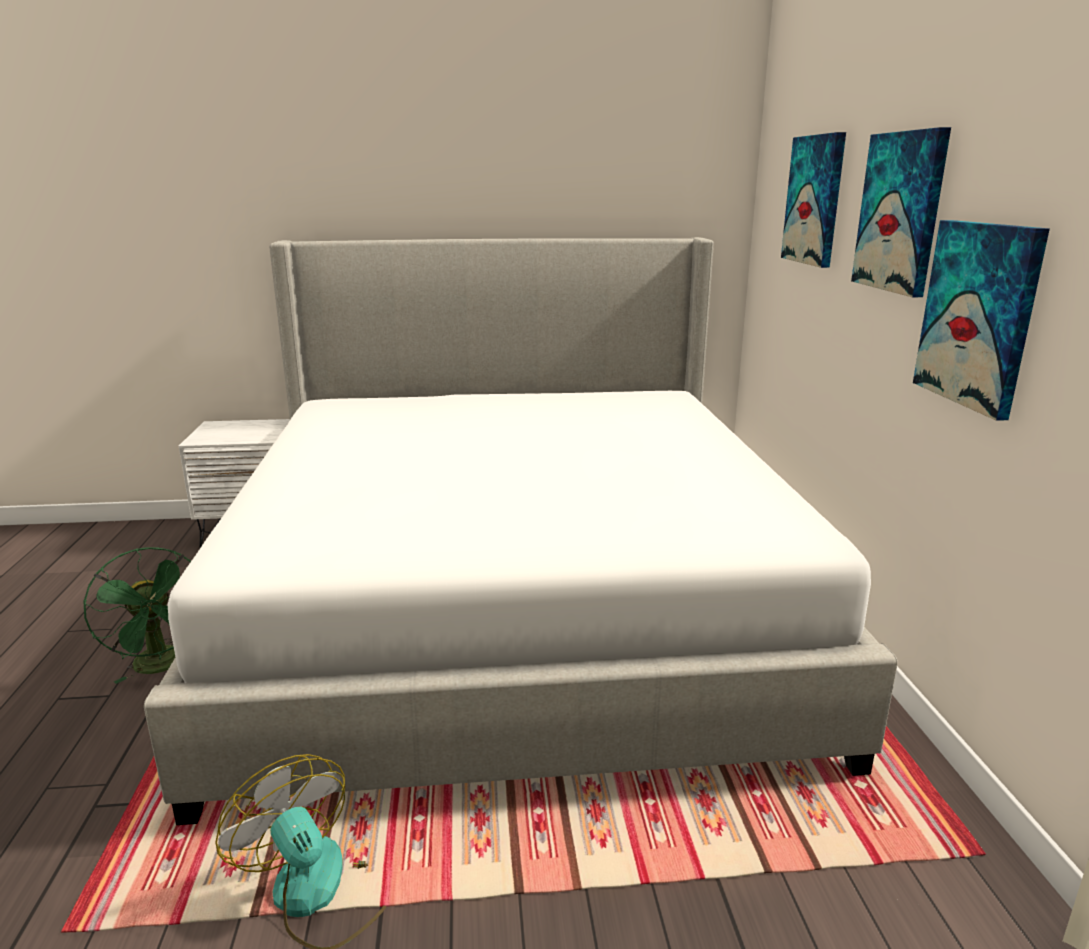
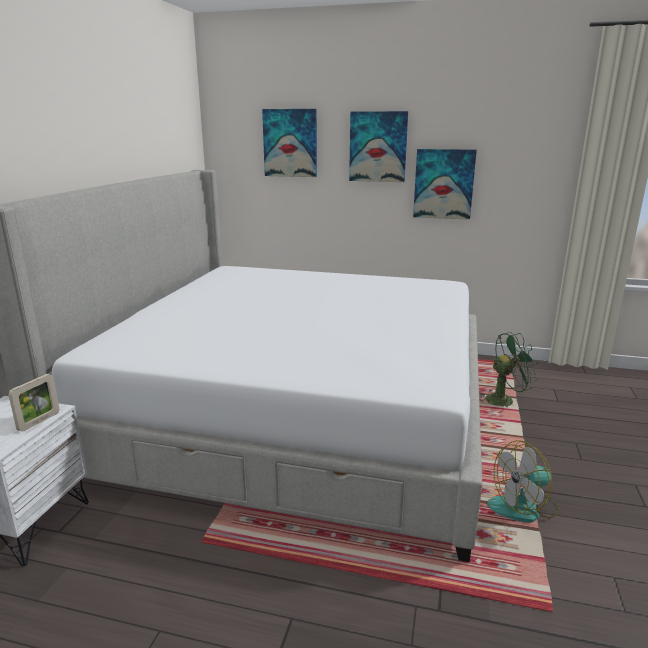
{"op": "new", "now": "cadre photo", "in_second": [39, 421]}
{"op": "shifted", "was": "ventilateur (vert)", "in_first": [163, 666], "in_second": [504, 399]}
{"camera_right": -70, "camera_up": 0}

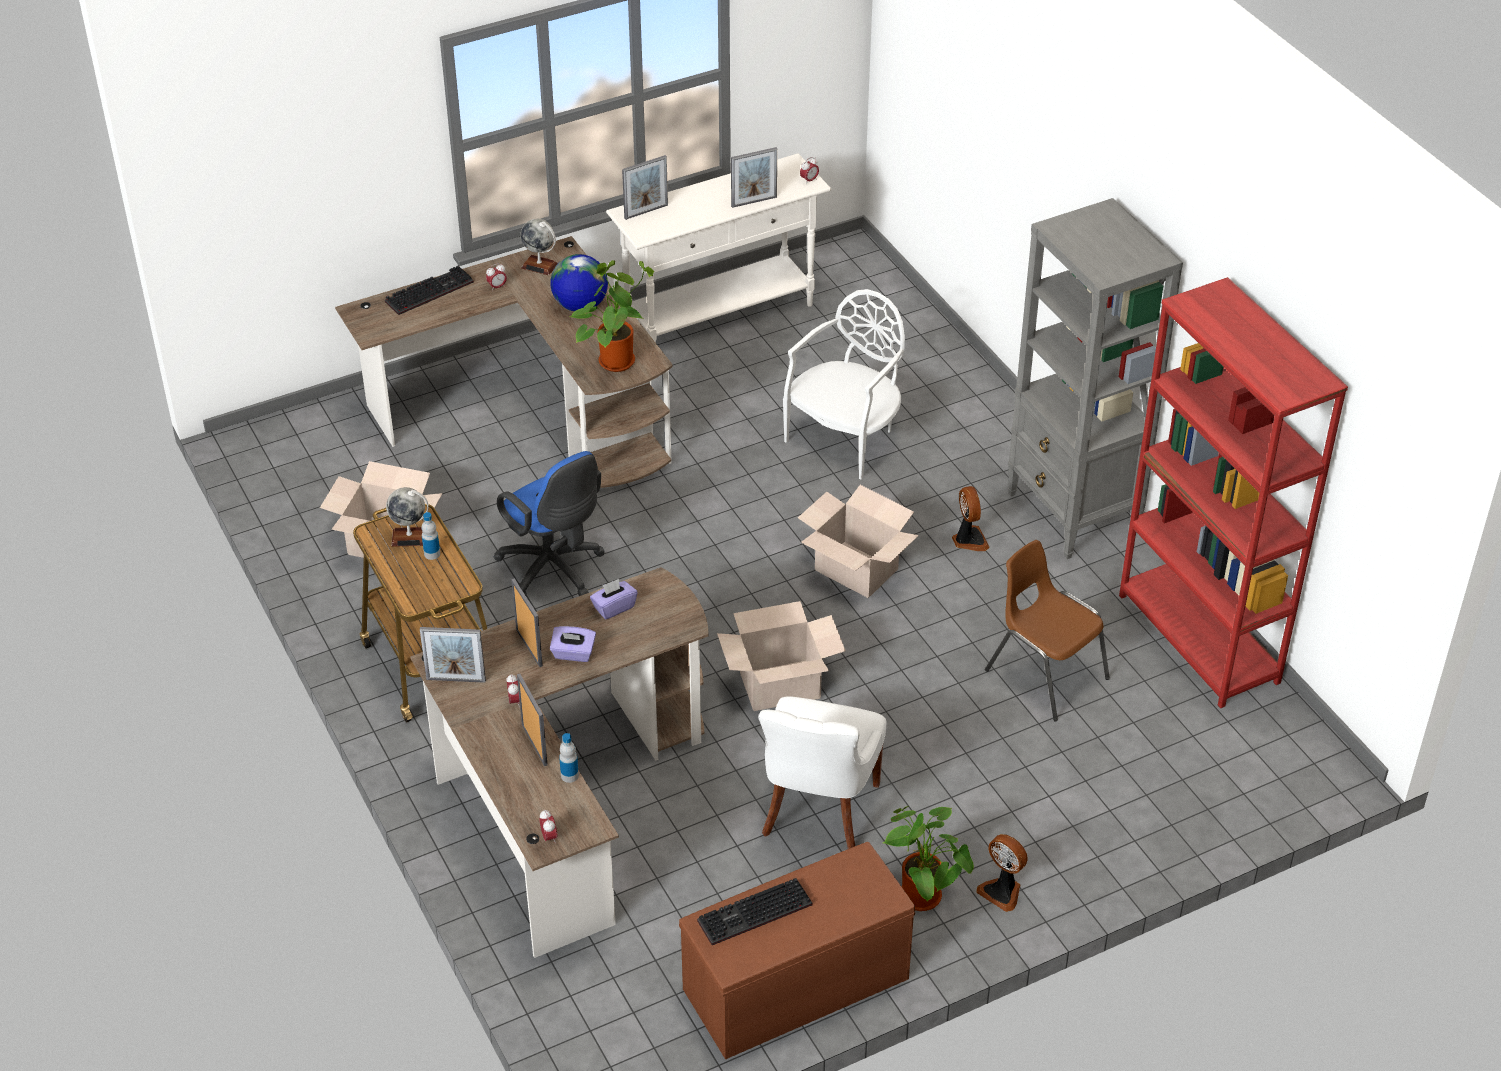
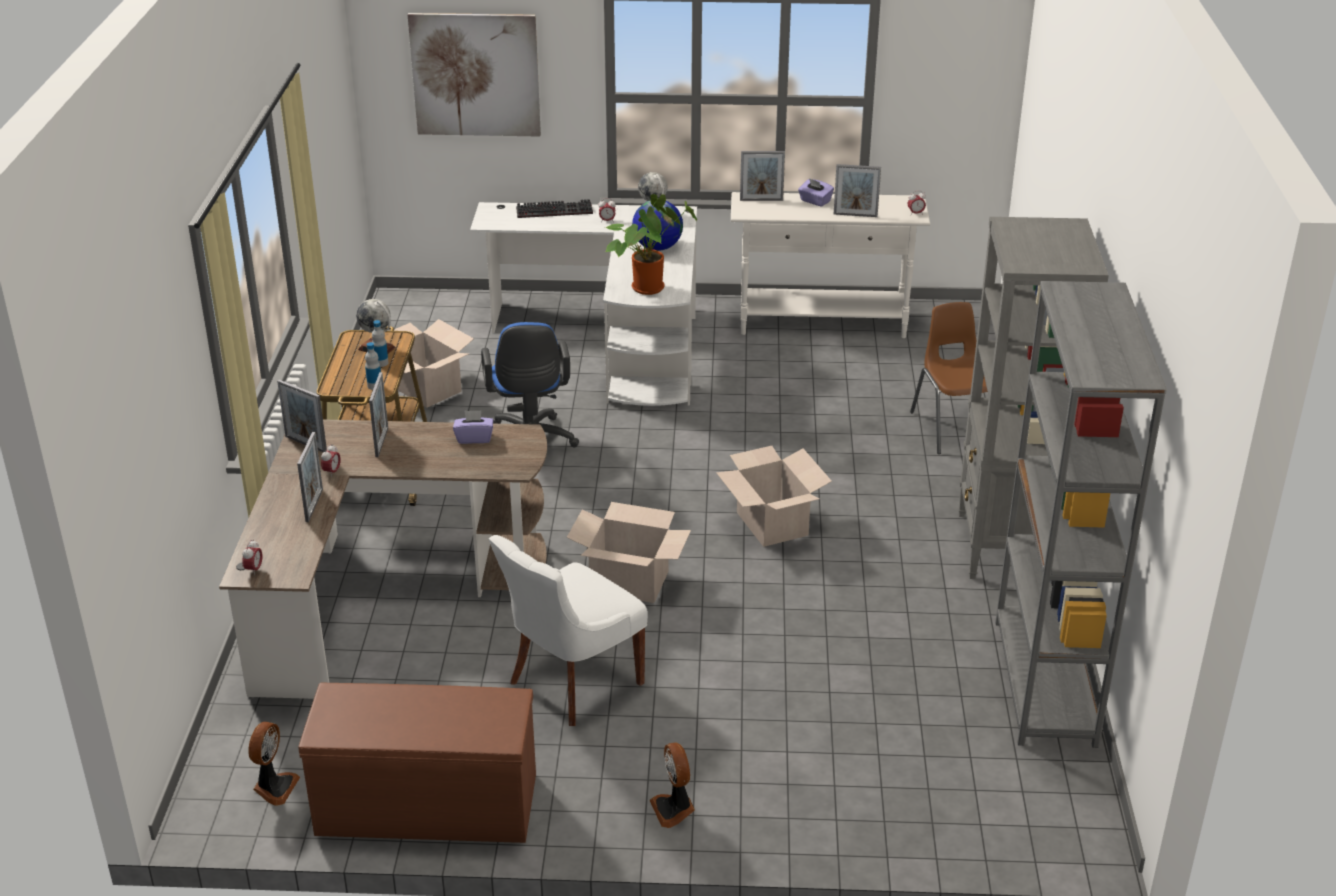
{"op": "shifted", "was": "ventilateur", "in_first": [968, 540], "in_second": [274, 787]}
{"op": "shifted", "was": "bouteille", "in_first": [569, 775], "in_second": [374, 386]}
{"op": "new", "now": "tableau", "in_second": [475, 75]}
{"op": "repainted", "was": "bureau (marron)", "now": "bureau (blanc)", "in_first": [534, 413], "in_second": [616, 343]}
{"op": "shifted", "was": "boîte à mouchoirs (violet)", "in_first": [573, 654], "in_second": [815, 201]}
{"op": "shifted", "was": "chaise (marron)", "in_first": [1045, 674], "in_second": [955, 427]}
{"op": "repainted", "was": "bibliothèque (rouge)", "now": "bibliothèque (gris)", "in_first": [1198, 639], "in_second": [1044, 682]}
{"op": "gone", "was": "clavier", "in_first": [754, 915]}
{"op": "gone", "was": "chaise (blanc)", "in_first": [846, 439]}
{"op": "gone", "was": "plante en pot", "in_first": [924, 899]}
{"camera_right": 30, "camera_up": -10}

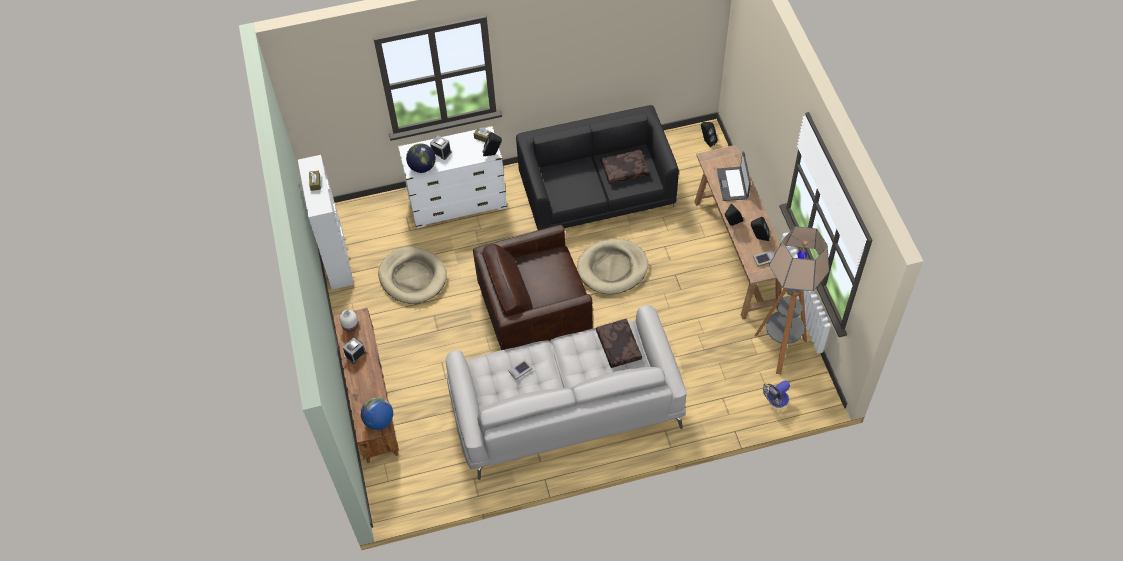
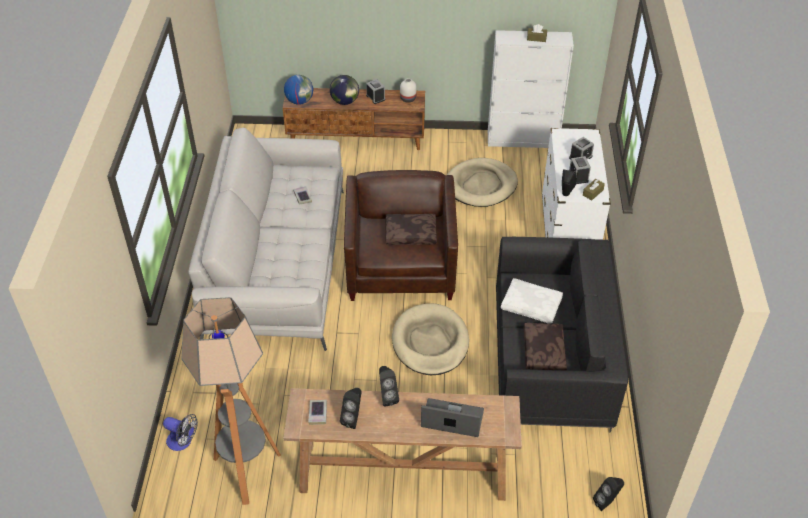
{"op": "rotated", "was": "ventilateur", "in_first": [775, 401], "in_second": [183, 442], "clockwise": 135}
{"op": "shifted", "was": "globe", "in_first": [422, 167], "in_second": [345, 101]}
{"op": "shifted", "was": "coussin (marron)", "in_first": [617, 346], "in_second": [411, 233]}
{"op": "new", "now": "coussin (blanc)", "in_second": [532, 305]}
{"op": "new", "now": "réveil", "in_second": [578, 176]}
{"camera_right": 105, "camera_up": -10}

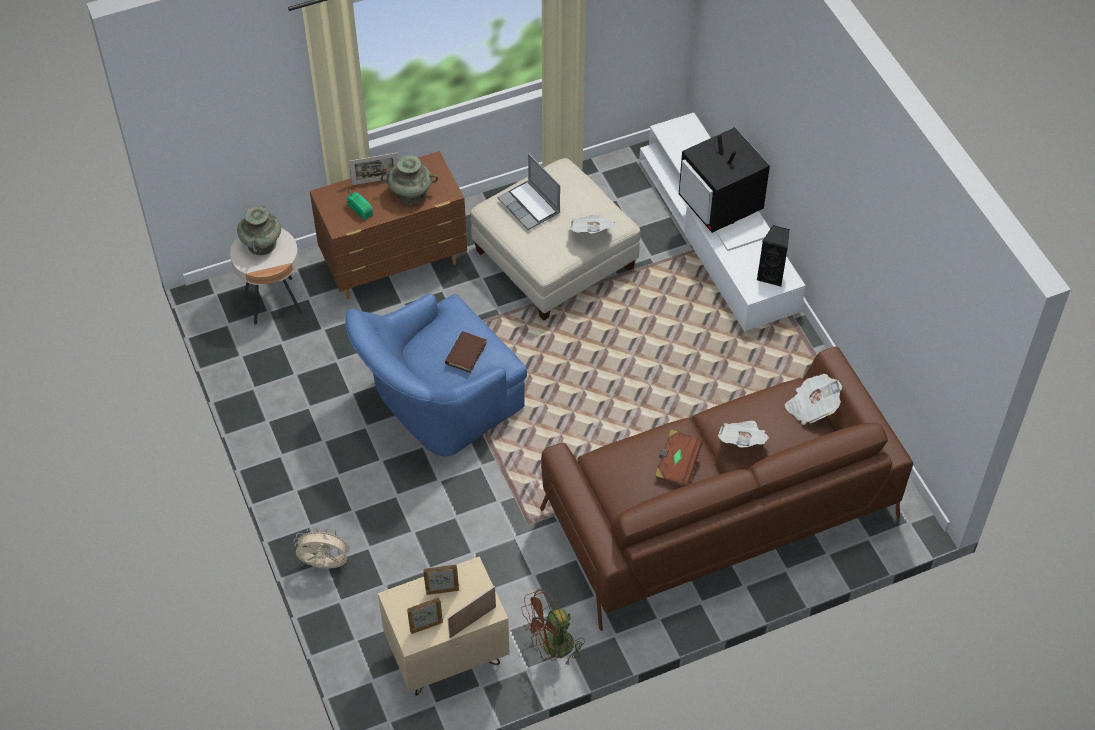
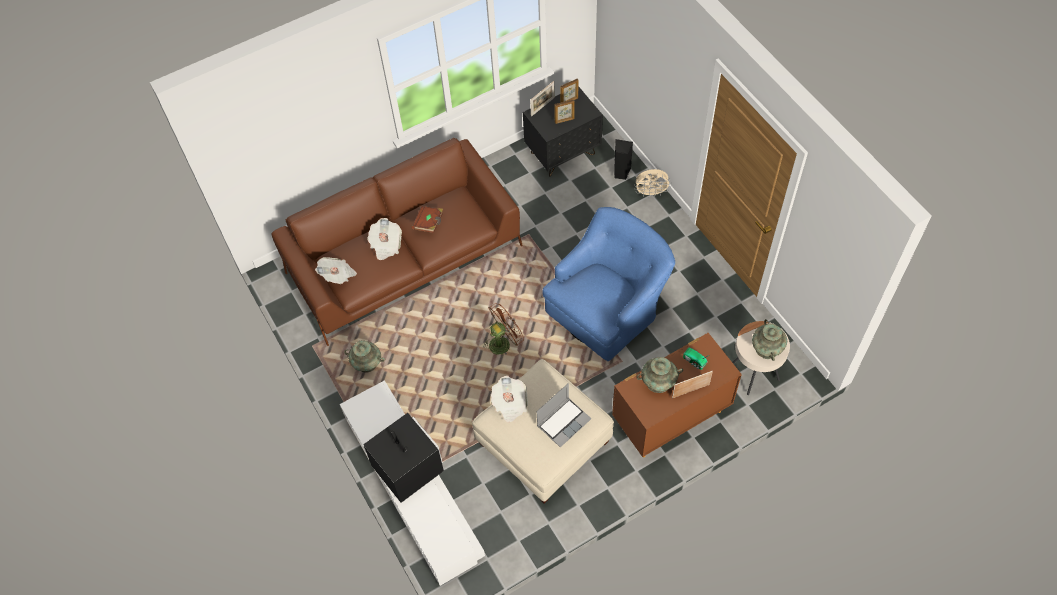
{"op": "new", "now": "vase (turquoise)", "in_second": [367, 364]}
{"op": "shifted", "was": "ventilateur (marron)", "in_first": [552, 648], "in_second": [503, 342]}
{"op": "repainted", "was": "table de chevet (beige)", "now": "table de chevet (noir)", "in_first": [447, 656], "in_second": [563, 154]}
{"op": "rotated", "was": "ordinateur portable", "in_first": [530, 206], "in_second": [563, 422], "clockwise": 90}
{"op": "shifted", "was": "enceinte (noir)", "in_first": [772, 275], "in_second": [621, 172]}
{"op": "gone", "was": "livre (marron)", "in_first": [466, 353]}
{"camera_right": 175, "camera_up": 5}

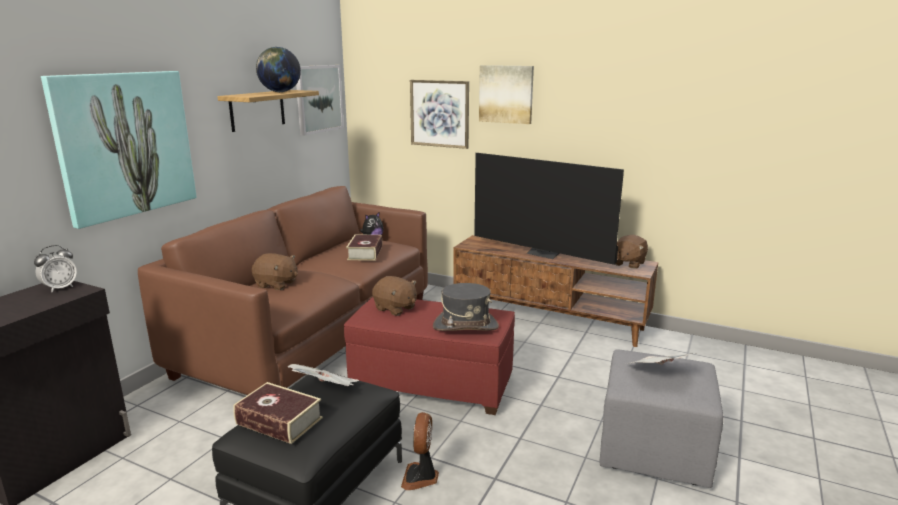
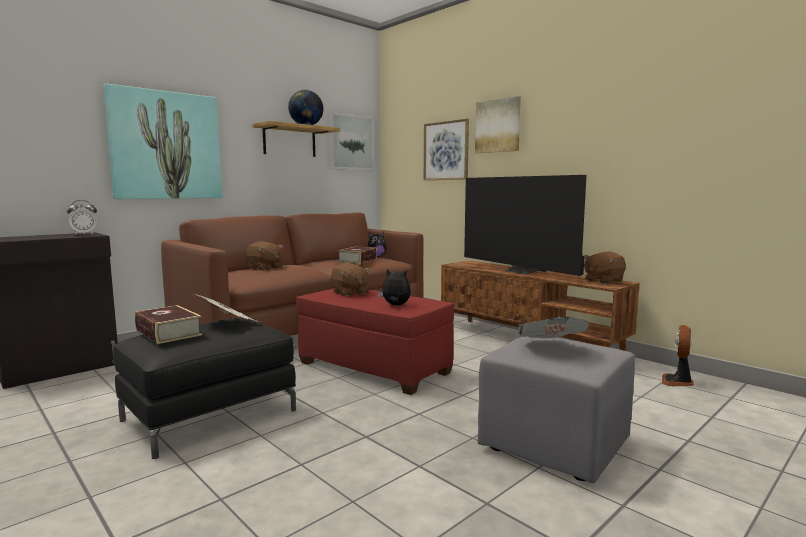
{"op": "swapped", "was": "chapeau (gris)", "now": "peluche", "in_first": [465, 326], "in_second": [395, 305]}
{"op": "shifted", "was": "ventilateur", "in_first": [421, 477], "in_second": [677, 382]}
{"camera_right": 20, "camera_up": -10}

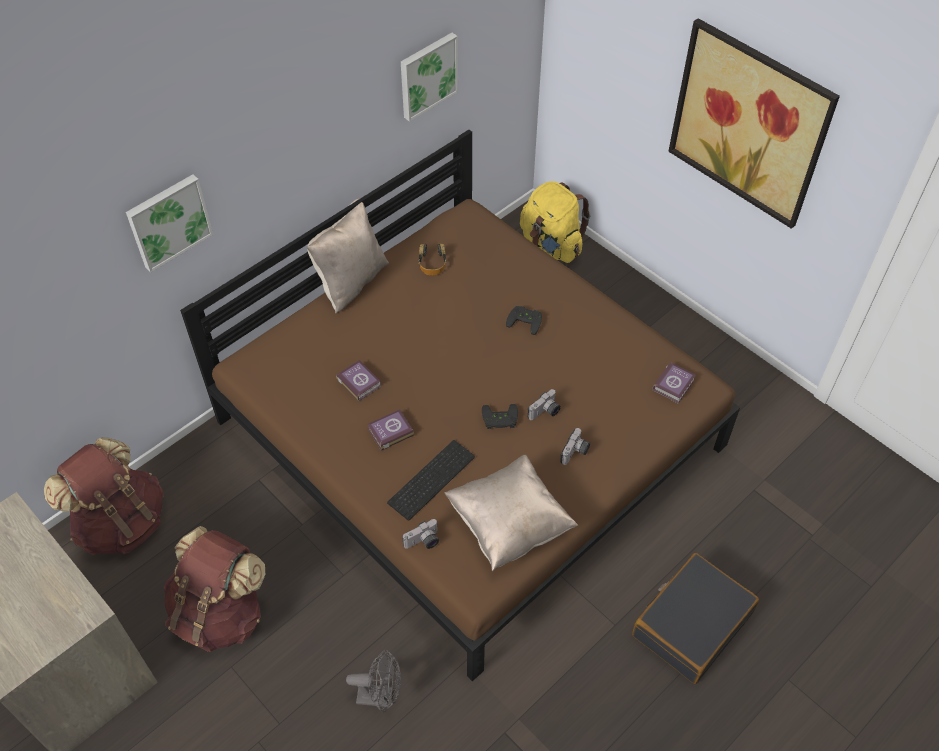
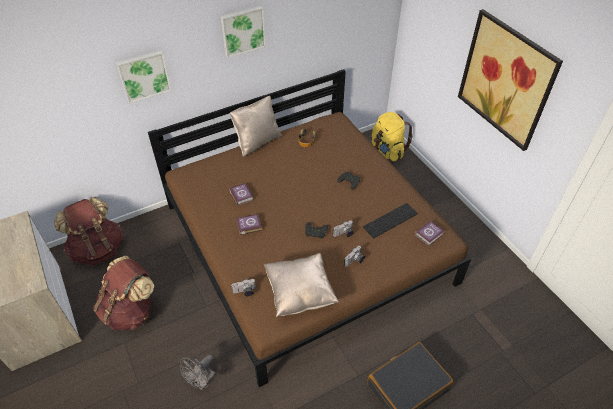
{"op": "rotated", "was": "ventilateur (gris)", "in_first": [380, 696], "in_second": [202, 382], "clockwise": 105}
{"op": "shifted", "was": "tableau", "in_first": [427, 75], "in_second": [243, 31]}
{"op": "shifted", "was": "clavier", "in_first": [431, 478], "in_second": [390, 219]}
{"camera_right": 15, "camera_up": -5}

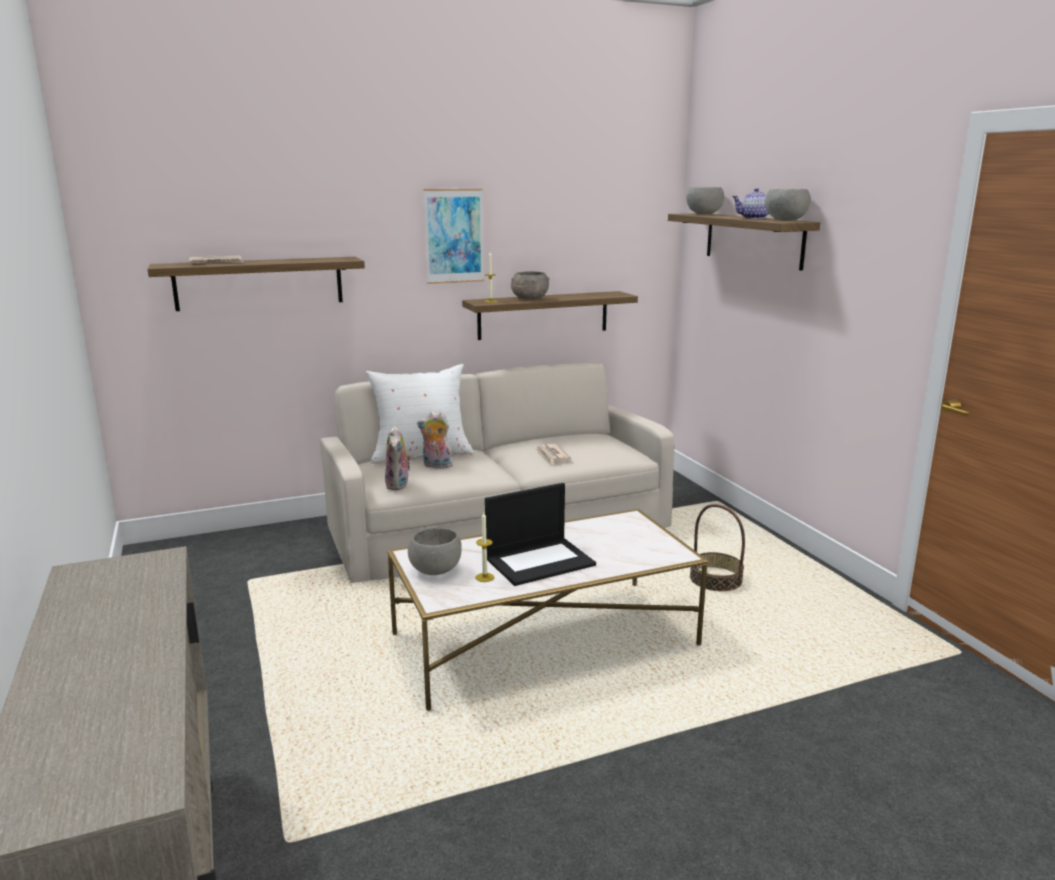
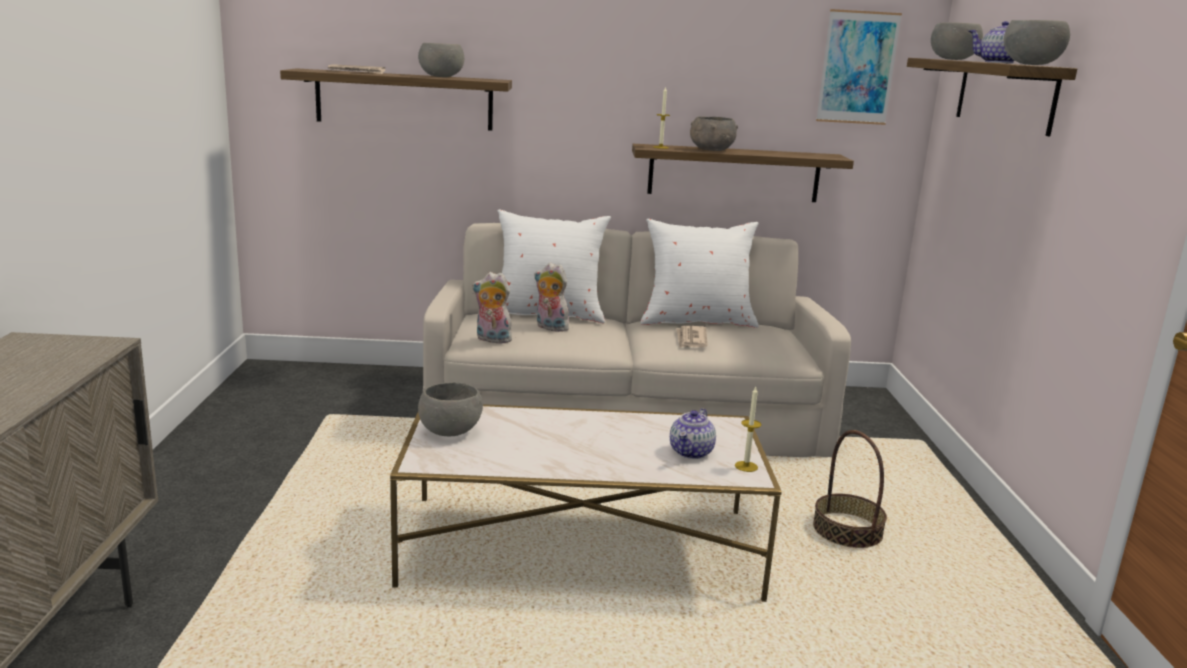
{"op": "new", "now": "bol (gris)", "in_second": [440, 77]}
{"op": "rotated", "was": "peluche", "in_first": [399, 485], "in_second": [491, 340], "clockwise": 90}
{"op": "new", "now": "coussin (blanc)", "in_second": [696, 321]}
{"op": "new", "now": "théière", "in_second": [691, 452]}
{"op": "shifted", "was": "bougie", "in_first": [484, 577], "in_second": [746, 466]}
{"op": "shifted", "was": "tableau", "in_first": [454, 236], "in_second": [857, 68]}
{"op": "gone", "was": "ordinateur portable", "in_first": [540, 561]}
{"camera_right": 20, "camera_up": 0}

